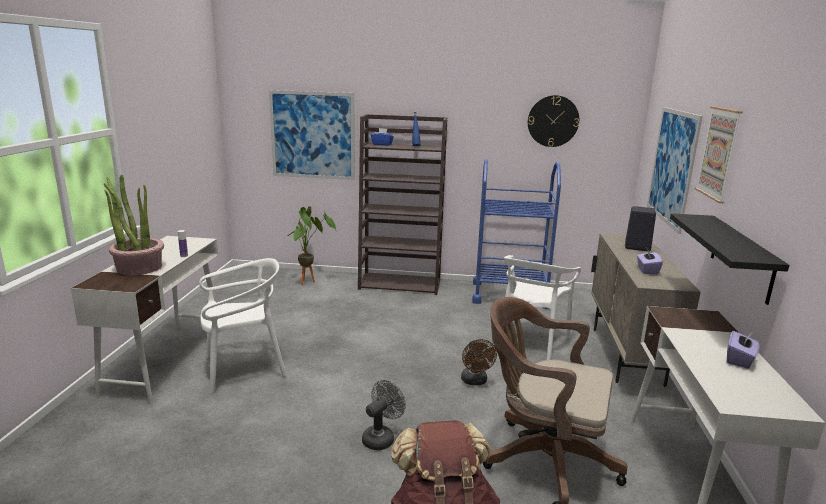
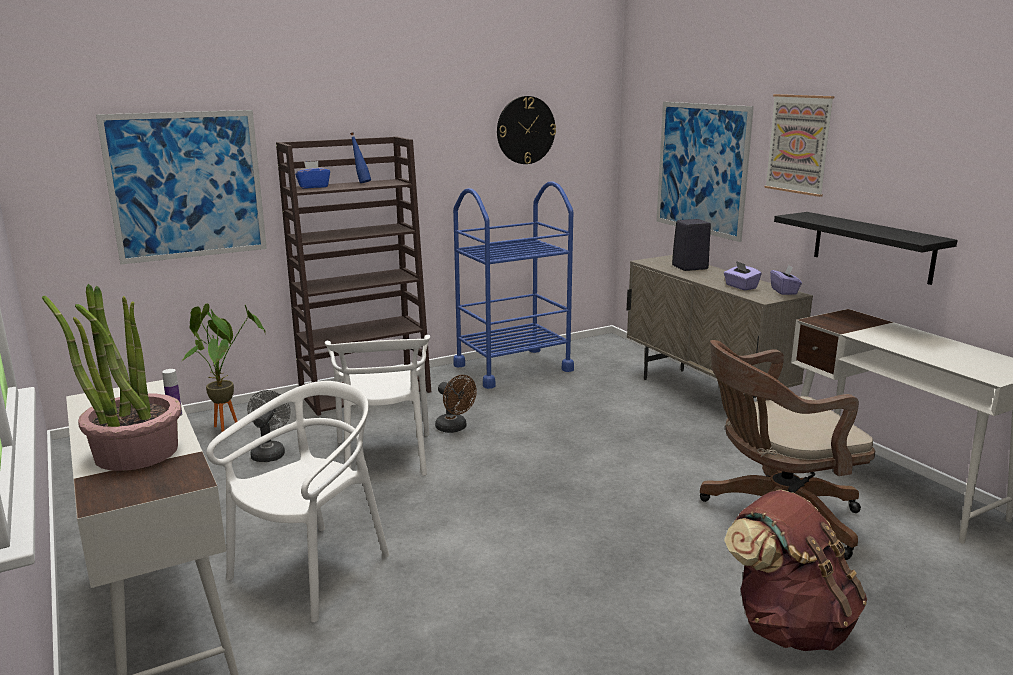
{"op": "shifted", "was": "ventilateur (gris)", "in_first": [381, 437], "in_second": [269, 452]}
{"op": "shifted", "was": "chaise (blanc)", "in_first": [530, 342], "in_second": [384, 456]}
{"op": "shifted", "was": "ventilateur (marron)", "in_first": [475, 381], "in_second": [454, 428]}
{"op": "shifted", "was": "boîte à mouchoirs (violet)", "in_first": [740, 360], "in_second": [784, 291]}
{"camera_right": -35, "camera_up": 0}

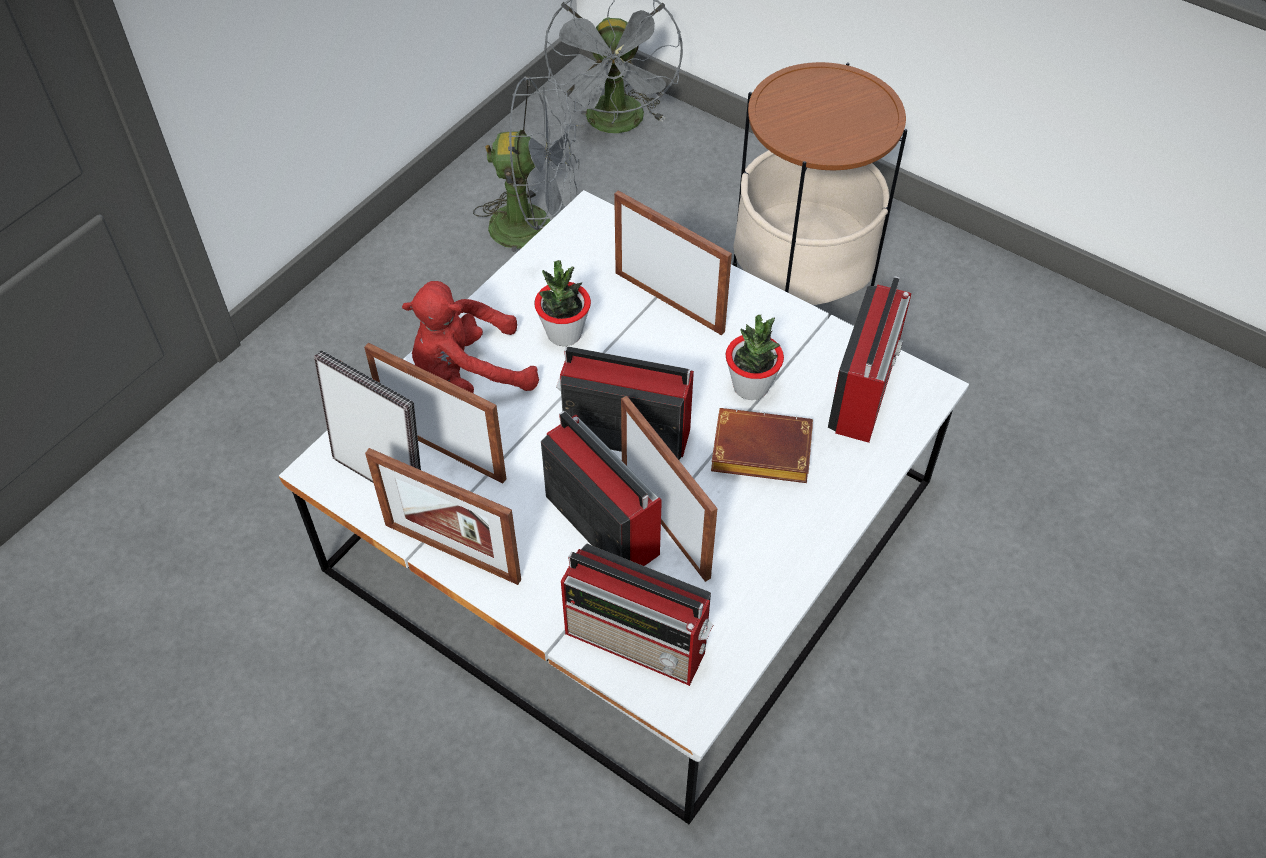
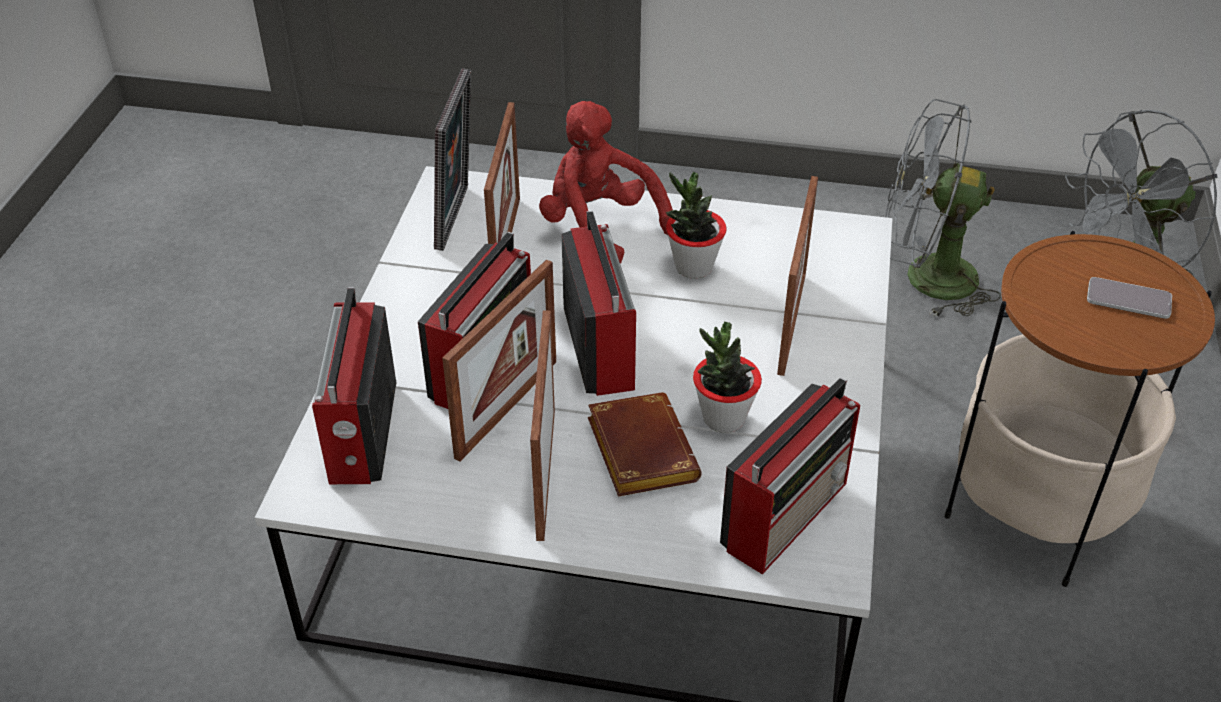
{"op": "shifted", "was": "cadre photo", "in_first": [452, 552], "in_second": [545, 473]}
{"op": "rotated", "was": "radio", "in_first": [864, 390], "in_second": [787, 513], "clockwise": -45}
{"op": "rotated", "was": "ventilateur (gris)", "in_first": [535, 226], "in_second": [924, 278], "clockwise": 120}
{"op": "new", "now": "téléphone", "in_second": [1128, 299]}
{"camera_right": 65, "camera_up": -10}

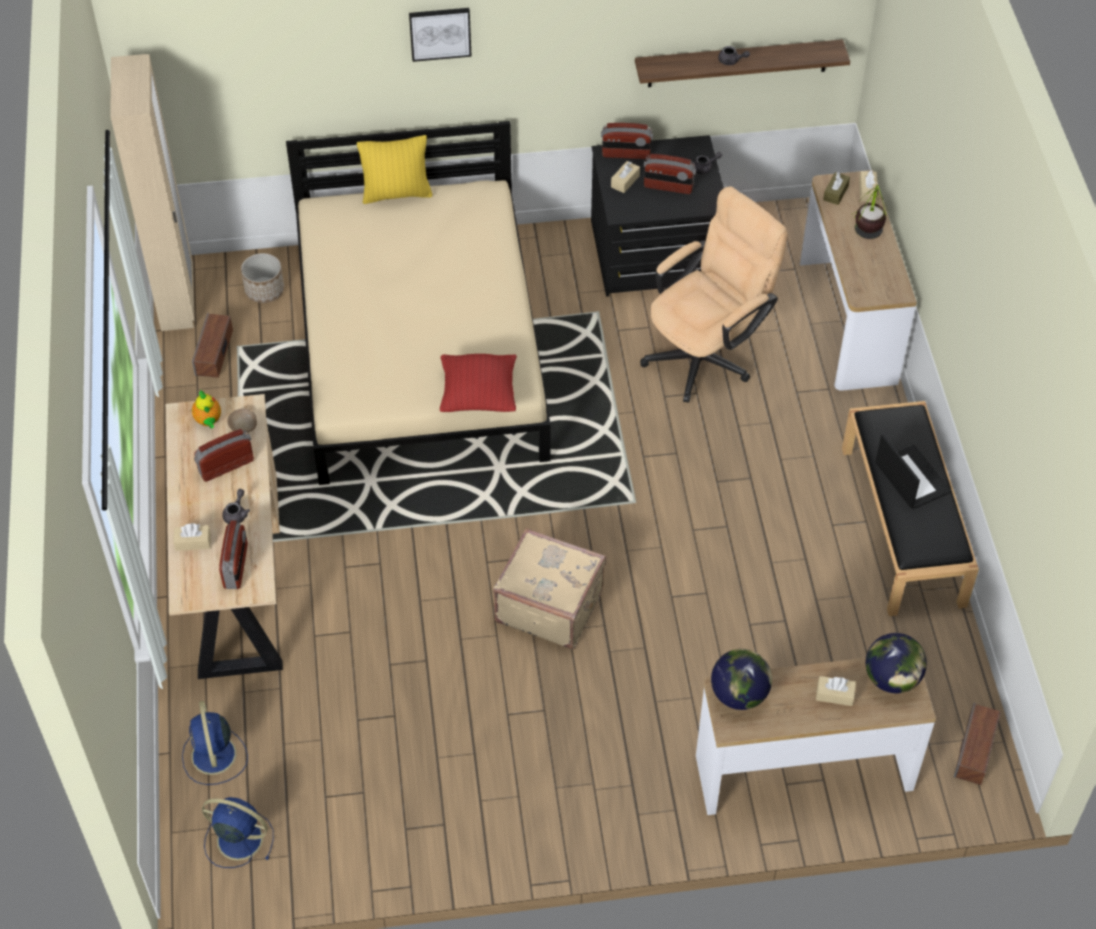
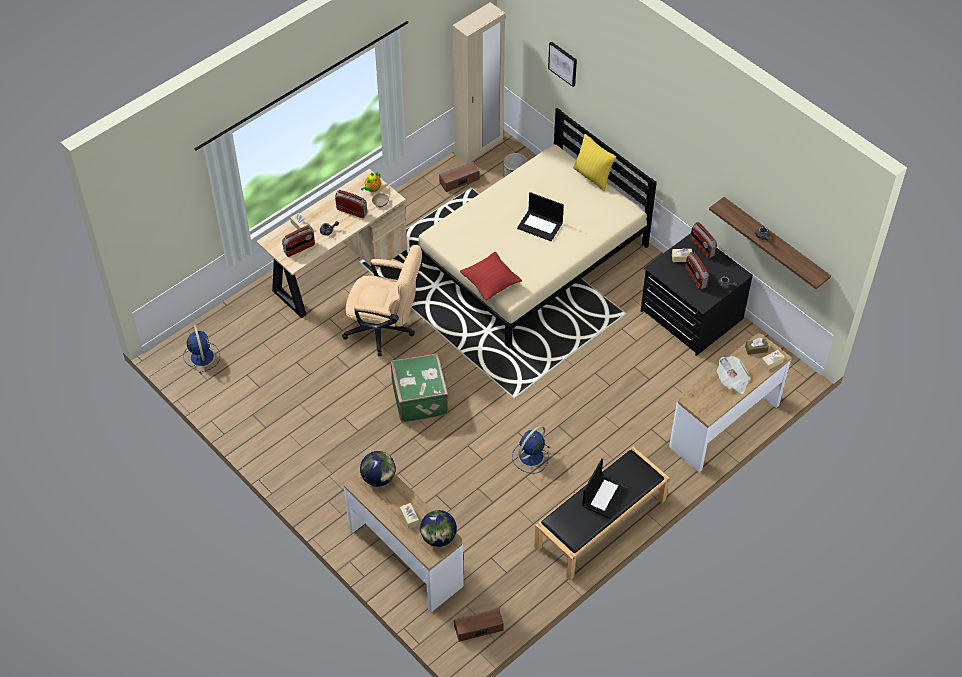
{"op": "shifted", "was": "chaise de bureau (beige)", "in_first": [707, 354], "in_second": [385, 330]}
{"op": "repainted", "was": "valise (beige)", "now": "valise (vert)", "in_first": [549, 605], "in_second": [421, 398]}
{"op": "shifted", "was": "ventilateur (bleu)", "in_first": [214, 757], "in_second": [530, 457]}
{"op": "new", "now": "ordinateur portable", "in_second": [540, 225]}
{"op": "shifted", "was": "tableau", "in_first": [440, 33], "in_second": [563, 63]}
{"op": "swapped", "was": "plante en pot", "now": "journal", "in_first": [866, 241], "in_second": [732, 380]}
{"camera_right": 55, "camera_up": 0}

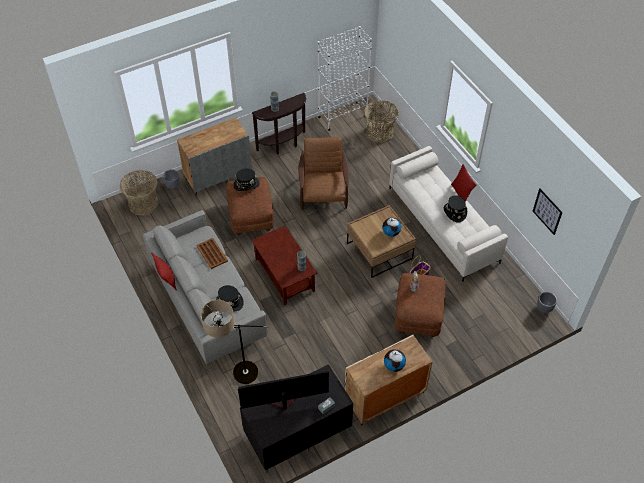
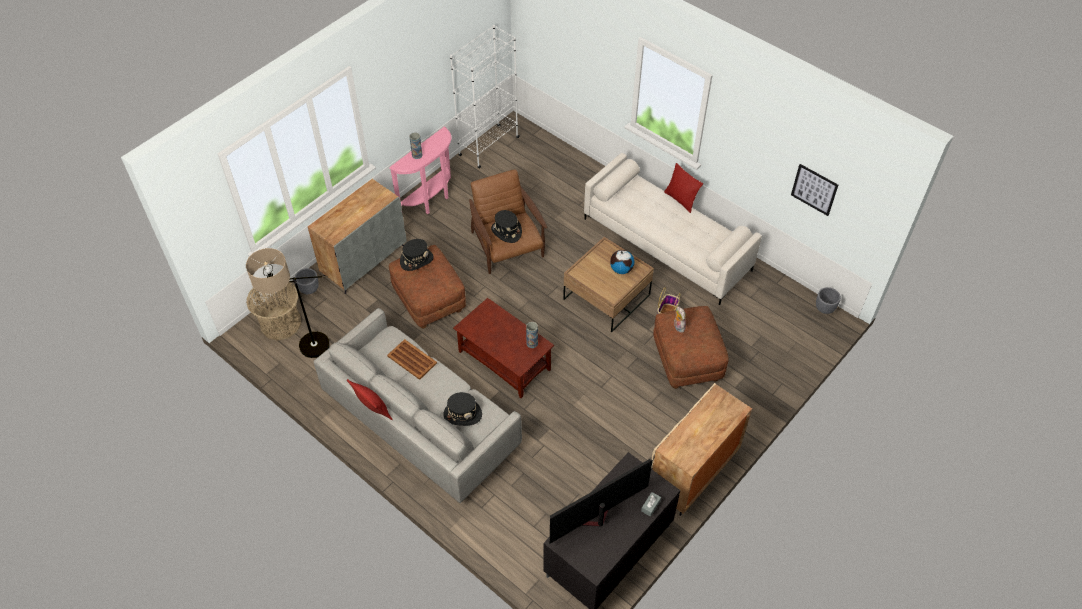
{"op": "shifted", "was": "lampadaire", "in_first": [236, 377], "in_second": [305, 353]}
{"op": "repainted", "was": "table console (marron)", "now": "table console (rose)", "in_first": [283, 145], "in_second": [431, 200]}
{"op": "shifted", "was": "chapeau (noir)", "in_first": [454, 212], "in_second": [506, 231]}
{"op": "gone", "was": "panier", "in_first": [379, 132]}
{"op": "gone", "was": "globe", "in_first": [394, 365]}
{"camera_right": -20, "camera_up": 0}

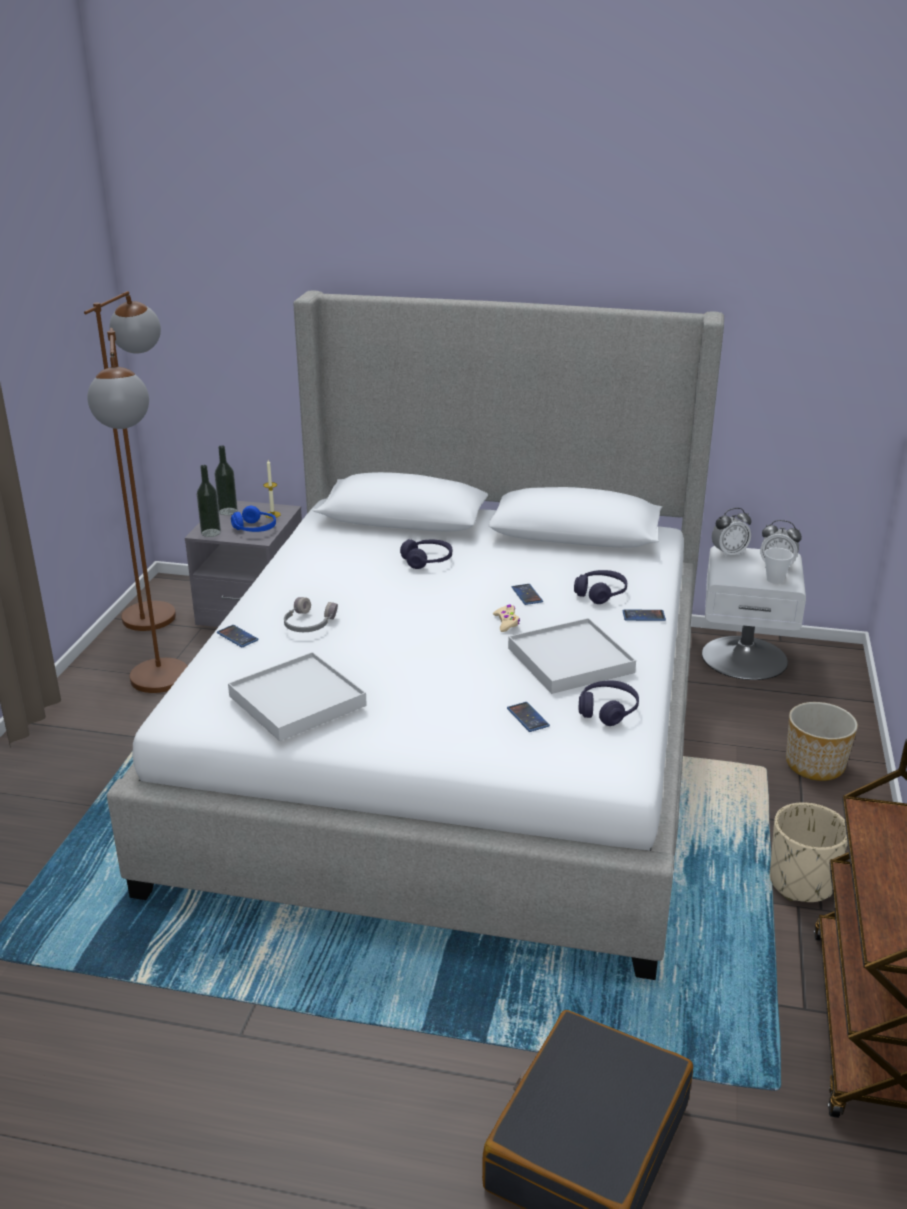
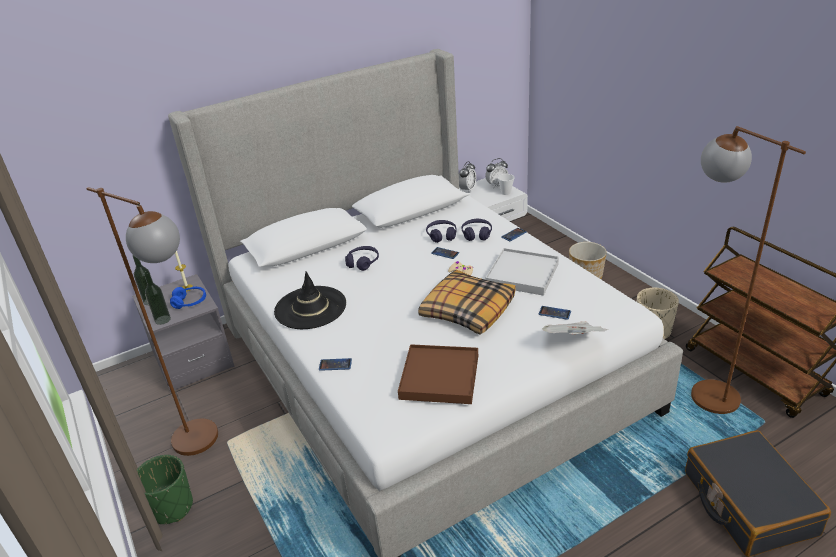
{"op": "new", "now": "cache-pot (vert)", "in_second": [171, 508]}
{"op": "new", "now": "chapeau (noir)", "in_second": [310, 308]}
{"op": "repainted", "was": "plateau (blanc)", "now": "plateau (marron)", "in_first": [297, 701], "in_second": [440, 377]}
{"op": "new", "now": "coussin", "in_second": [467, 310]}
{"op": "shifted", "was": "casque audio (violet)", "in_first": [607, 710], "in_second": [441, 235]}
{"op": "new", "now": "journal", "in_second": [574, 342]}
{"op": "shifted", "was": "lampadaire (marron)", "in_first": [157, 609], "in_second": [701, 388]}
{"op": "gone", "was": "casque audio (gris)", "in_first": [308, 624]}
{"camera_right": -40, "camera_up": 5}

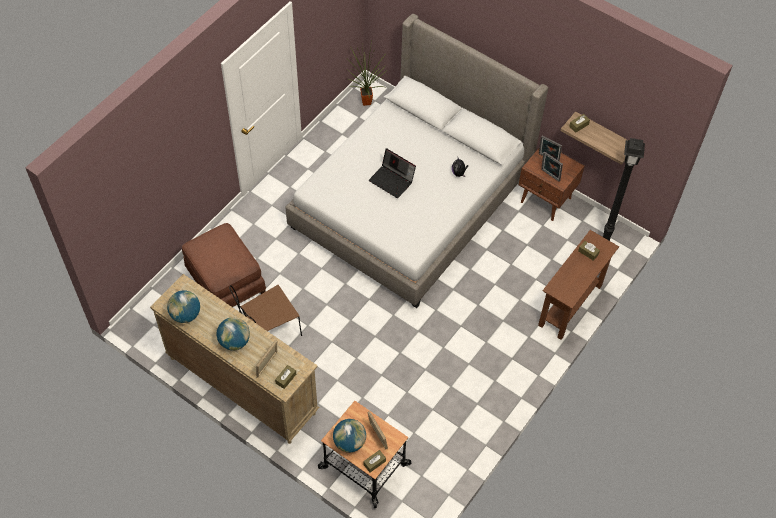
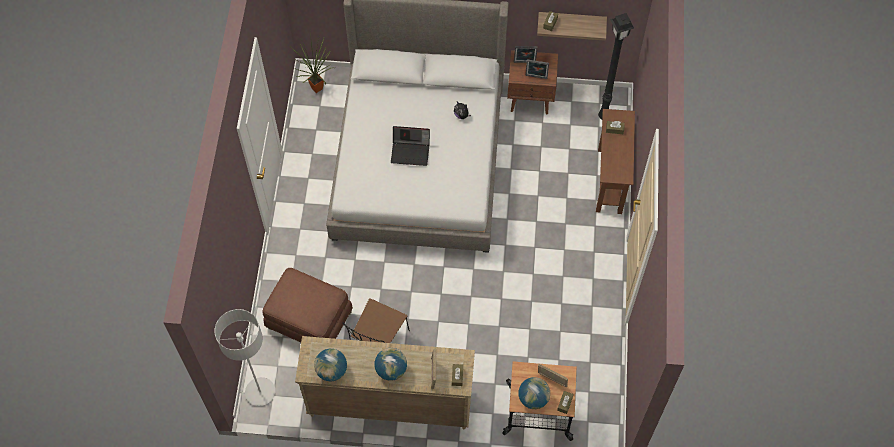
{"op": "new", "now": "lampadaire (gris)", "in_second": [260, 392]}
{"camera_right": -30, "camera_up": 5}

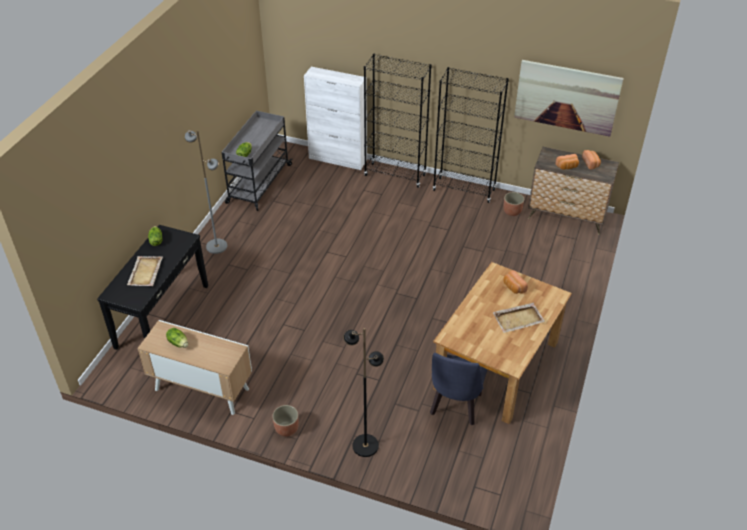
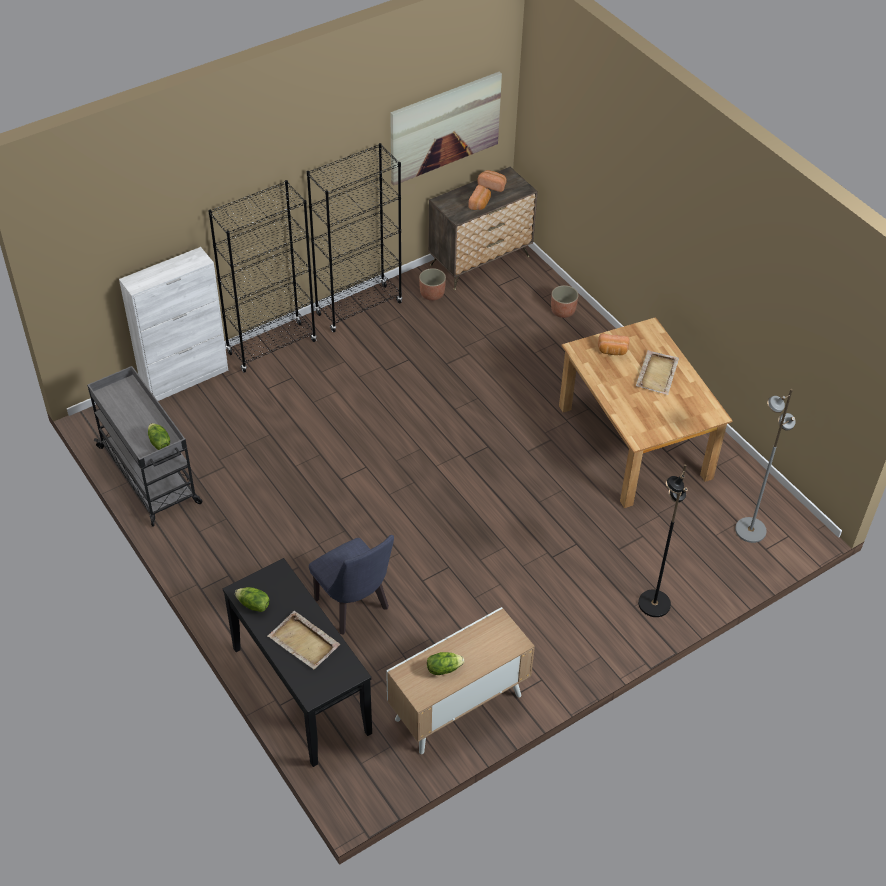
{"op": "shifted", "was": "chaise (bleu)", "in_first": [455, 408], "in_second": [355, 608]}
{"op": "shifted", "was": "cache-pot", "in_first": [286, 429], "in_second": [563, 311]}
{"op": "shifted", "was": "lampadaire (gris)", "in_first": [216, 246], "in_second": [749, 530]}
{"camera_right": -55, "camera_up": 5}

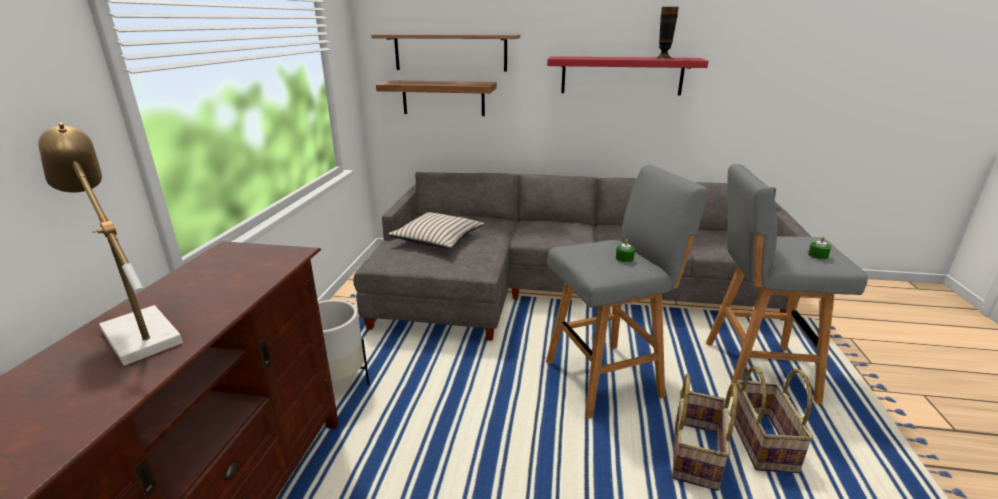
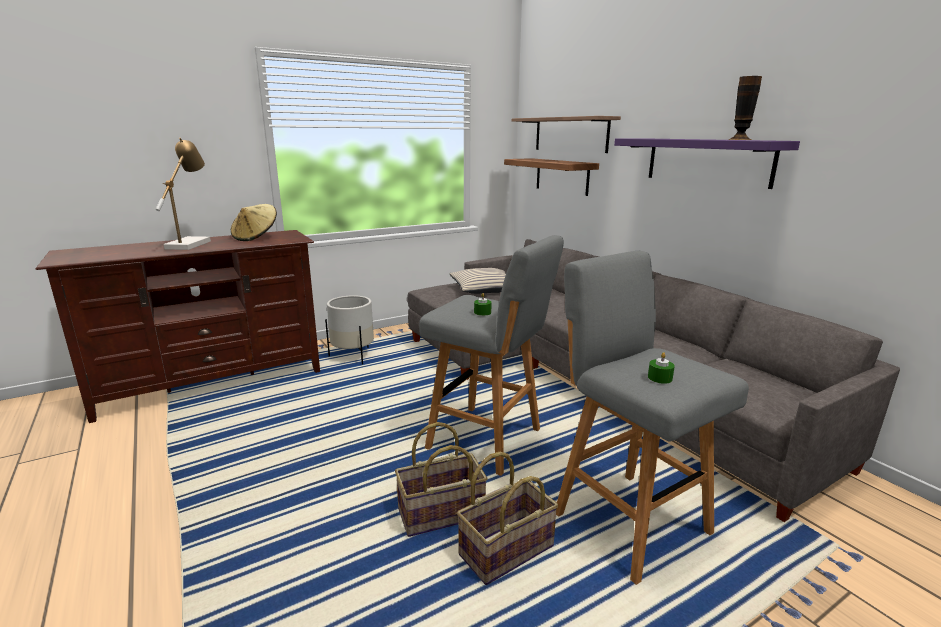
{"op": "new", "now": "chapeau (beige)", "in_second": [256, 237]}
{"op": "repainted", "was": "étagère (rouge)", "now": "étagère (violet)", "in_first": [621, 75], "in_second": [707, 161]}
{"camera_right": 50, "camera_up": -5}

